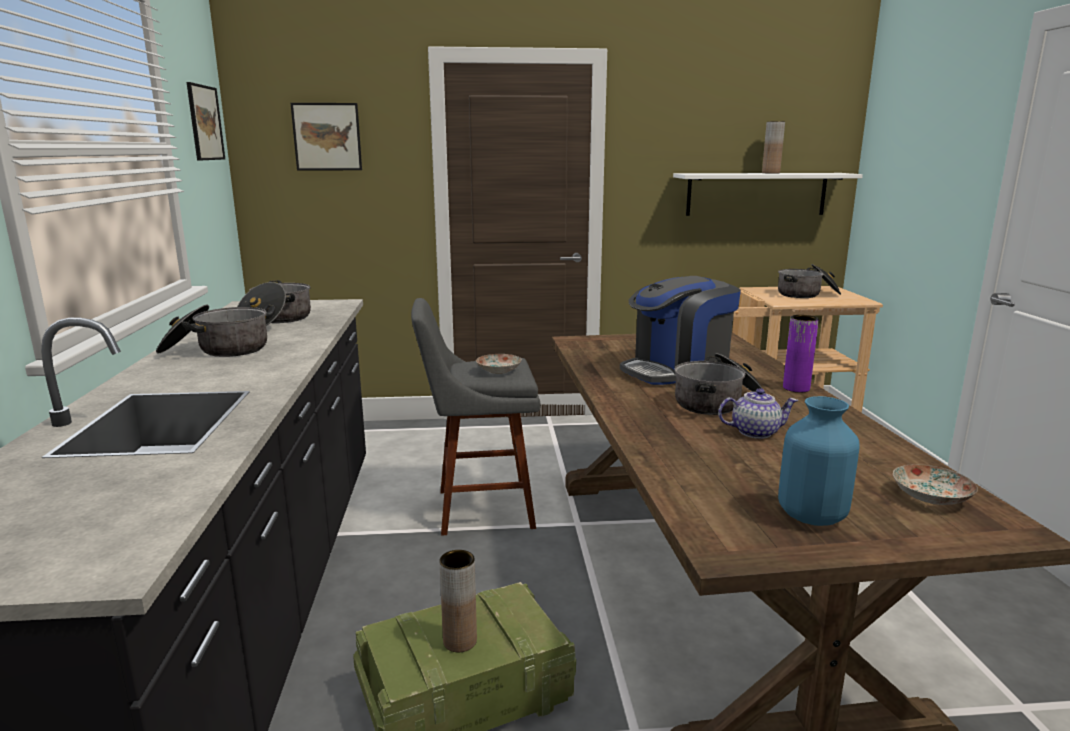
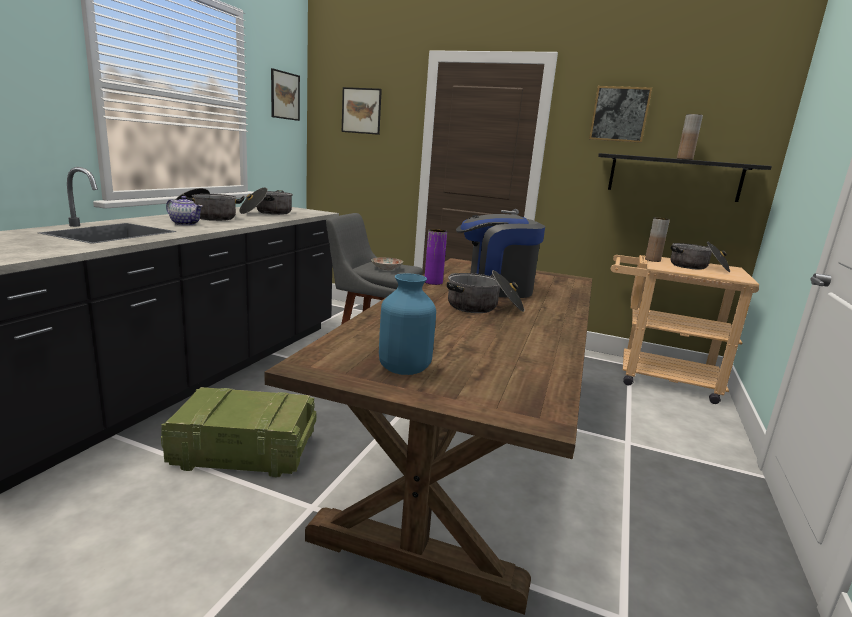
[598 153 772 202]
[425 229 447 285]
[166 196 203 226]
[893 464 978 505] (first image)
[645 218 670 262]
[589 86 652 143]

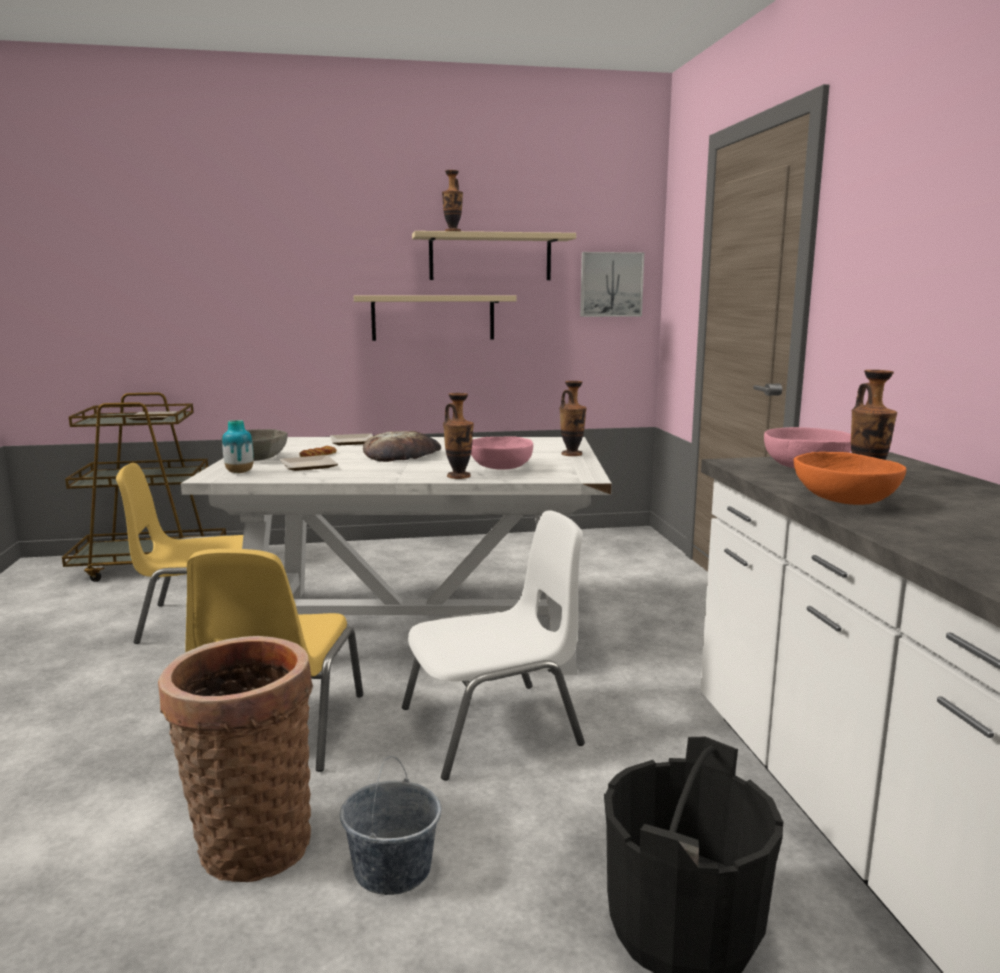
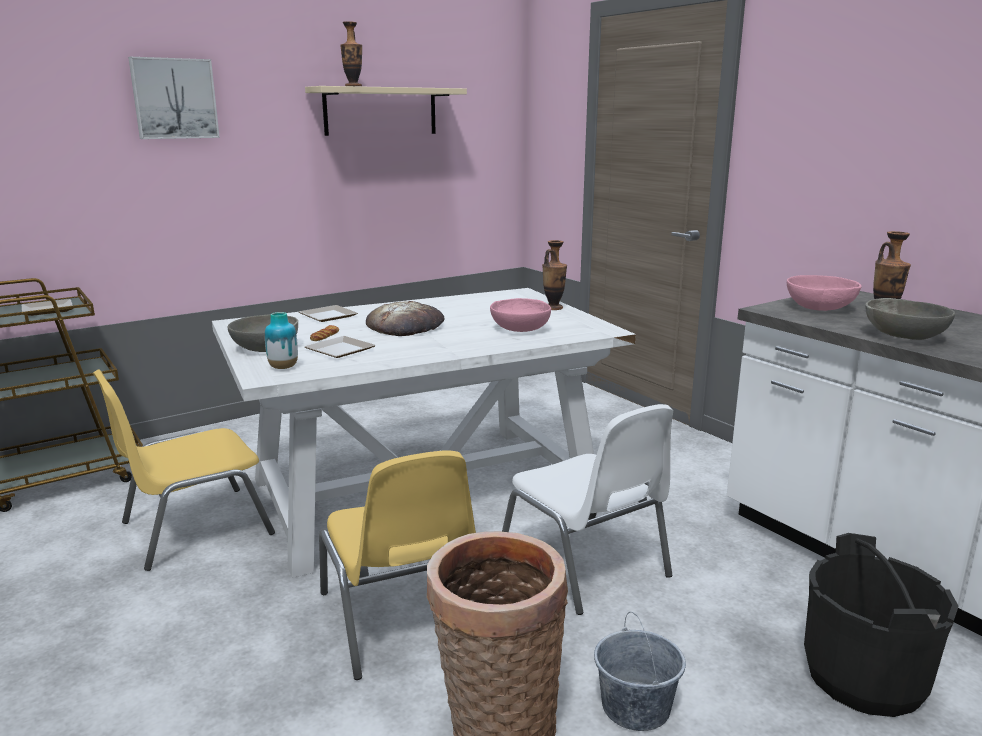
[128 57 220 139]
[354 295 517 341] (first image)
[443 393 474 479] (first image)
[865 298 955 340]
[502 404 673 615]

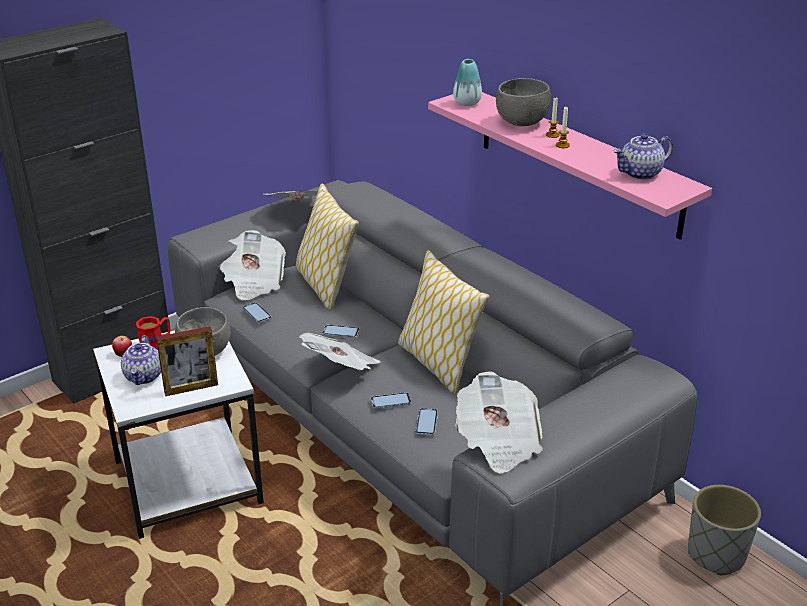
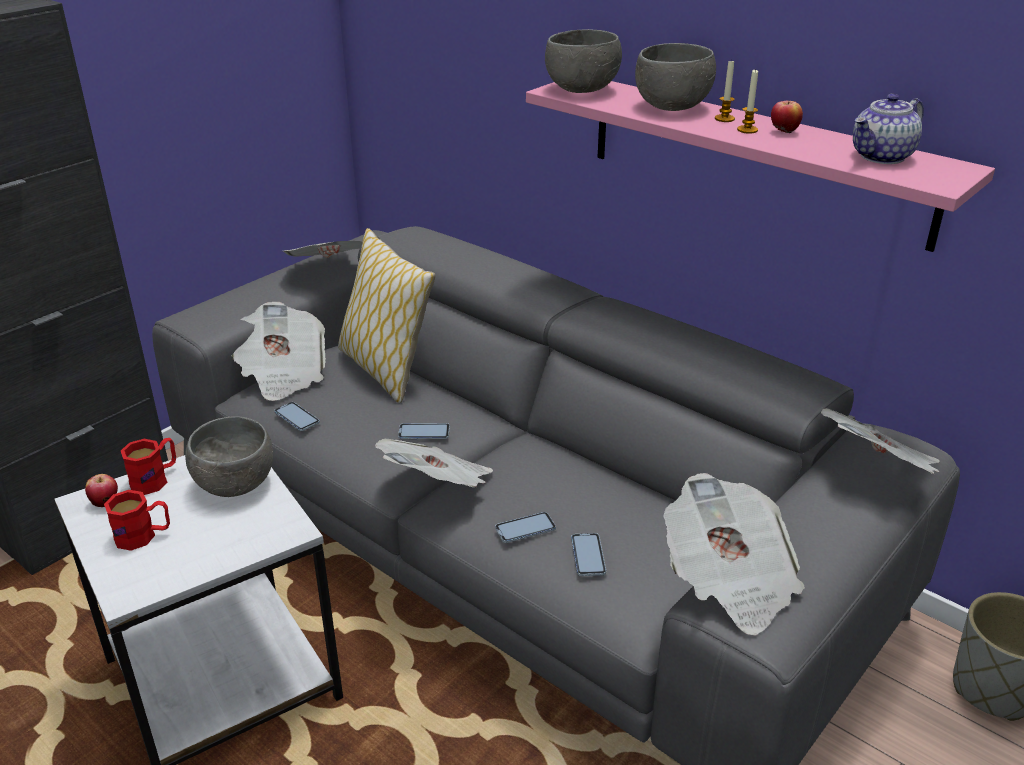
[545 29 622 93]
[398 250 489 394] (first image)
[156 326 218 396] (first image)
[104 490 170 551]
[771 101 803 133]
[821 408 940 474]

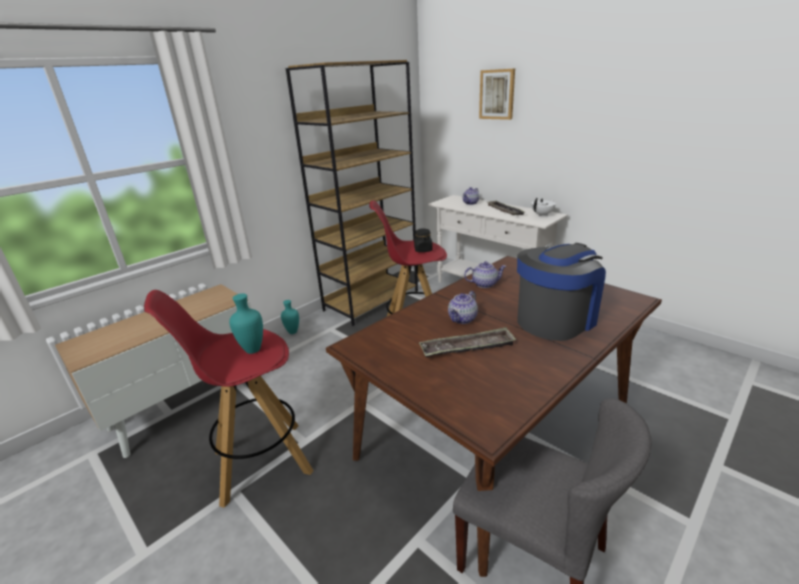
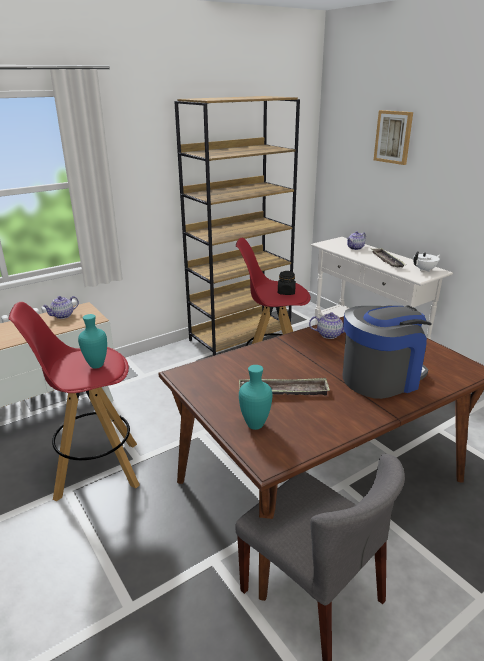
[42 296 79 319]
[239 365 273 430]

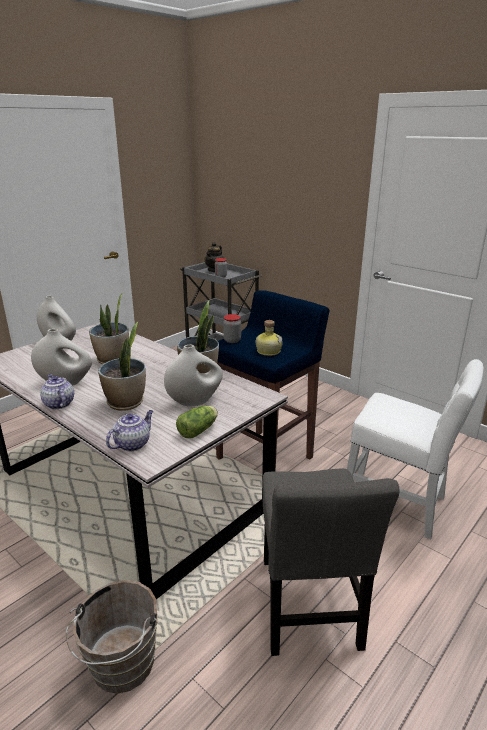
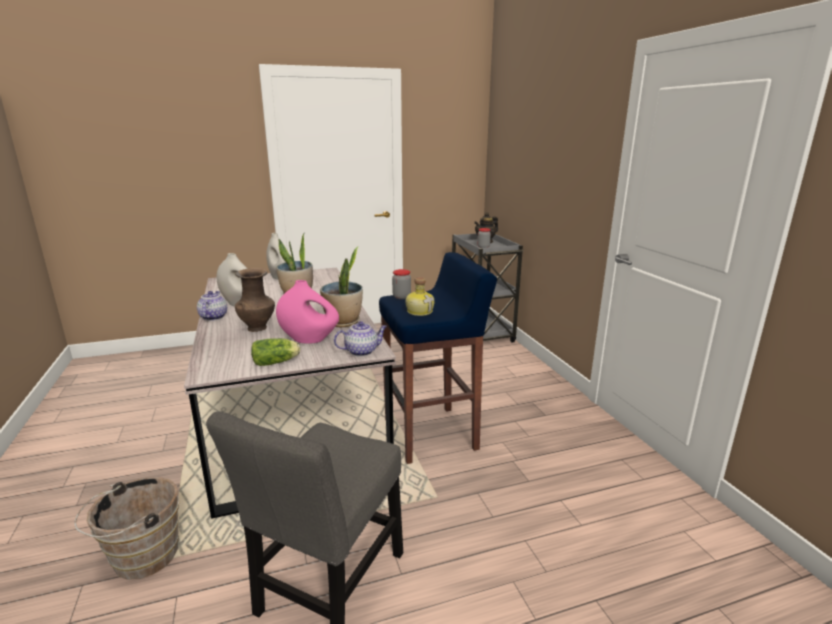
[235 268 275 332]
[276 280 339 344]
[347 359 483 539] (first image)
[334 321 387 356]

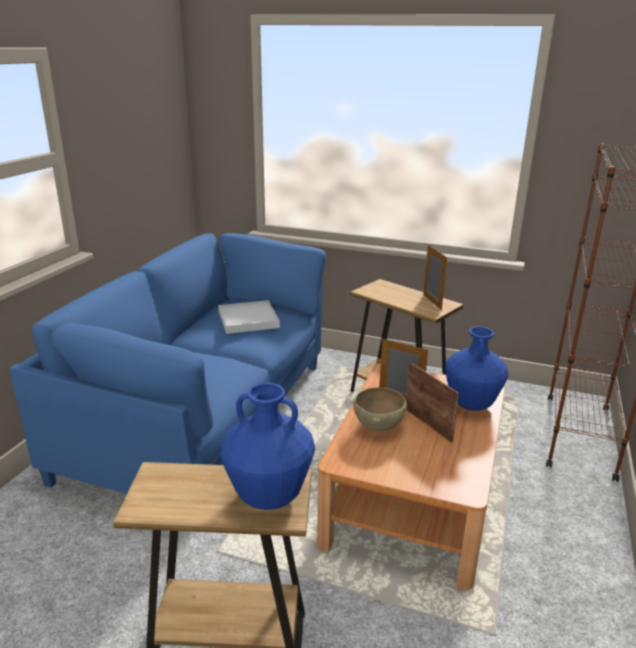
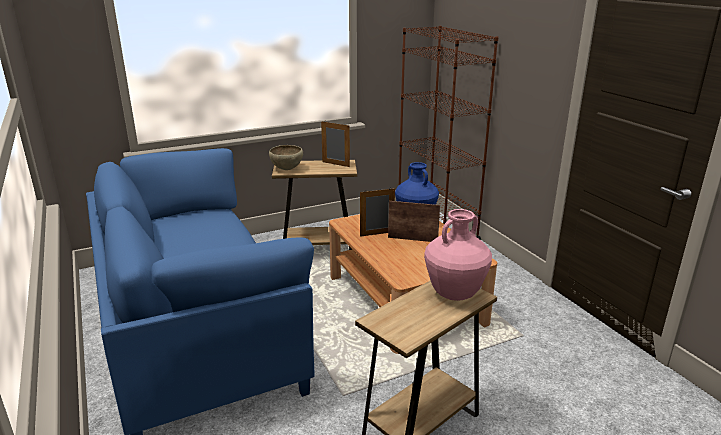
[218 300 280 334] (first image)
[424 209 492 301]
[269 145 303 170]

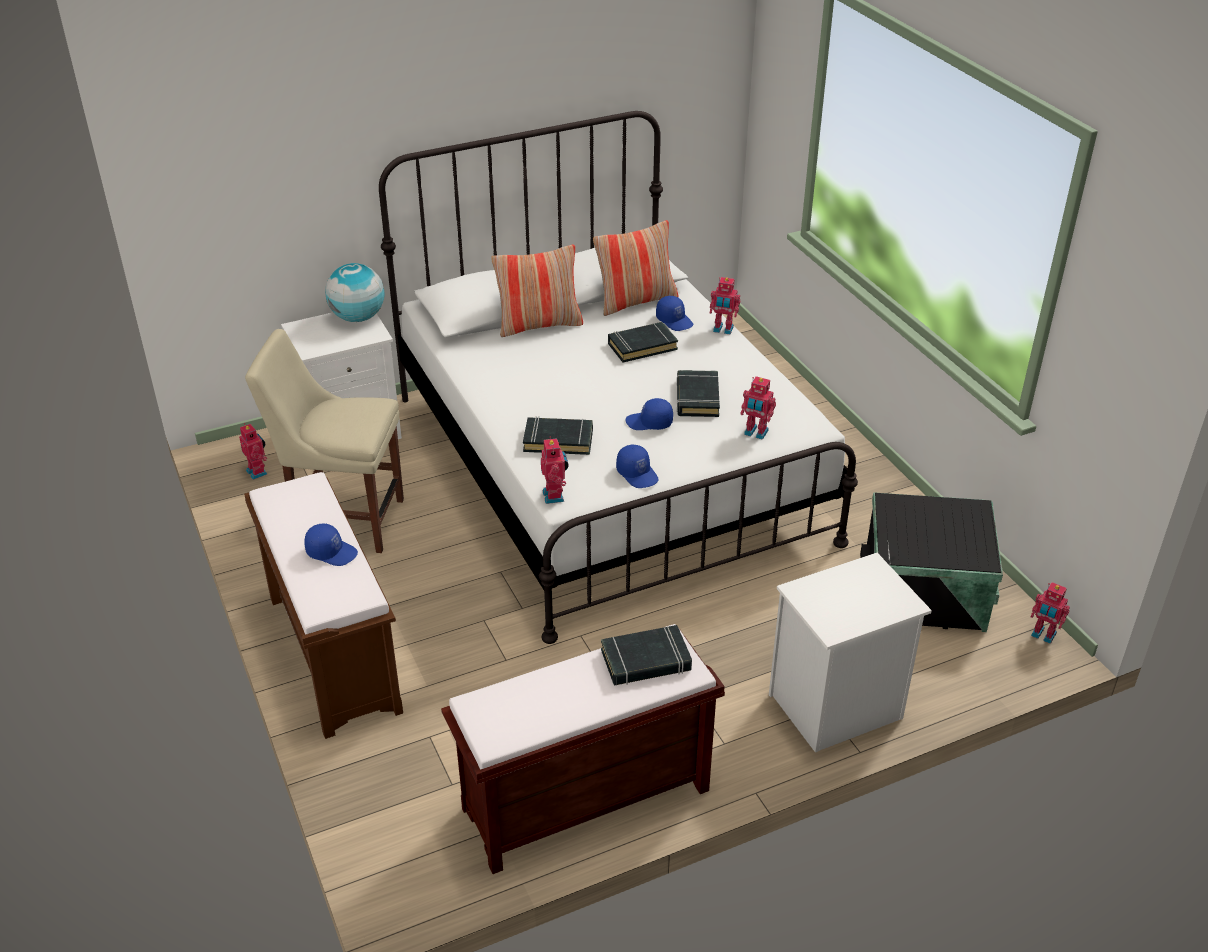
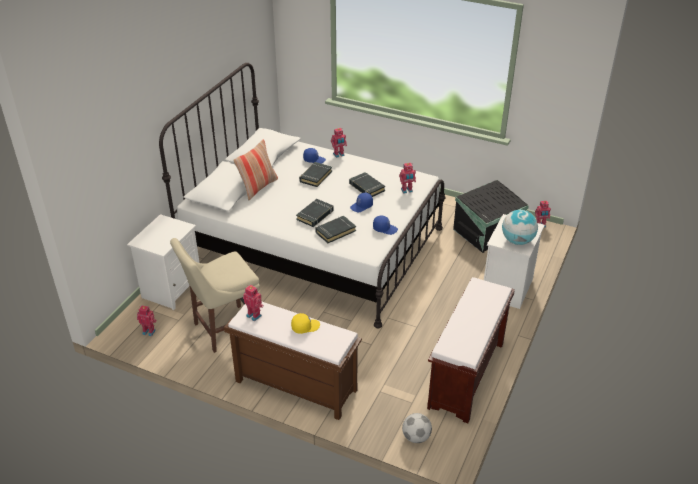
[593 220 678 316] (first image)
[502 210 538 245]
[243 285 264 321]
[291 313 320 334]
[296 199 334 227]
[402 413 432 443]

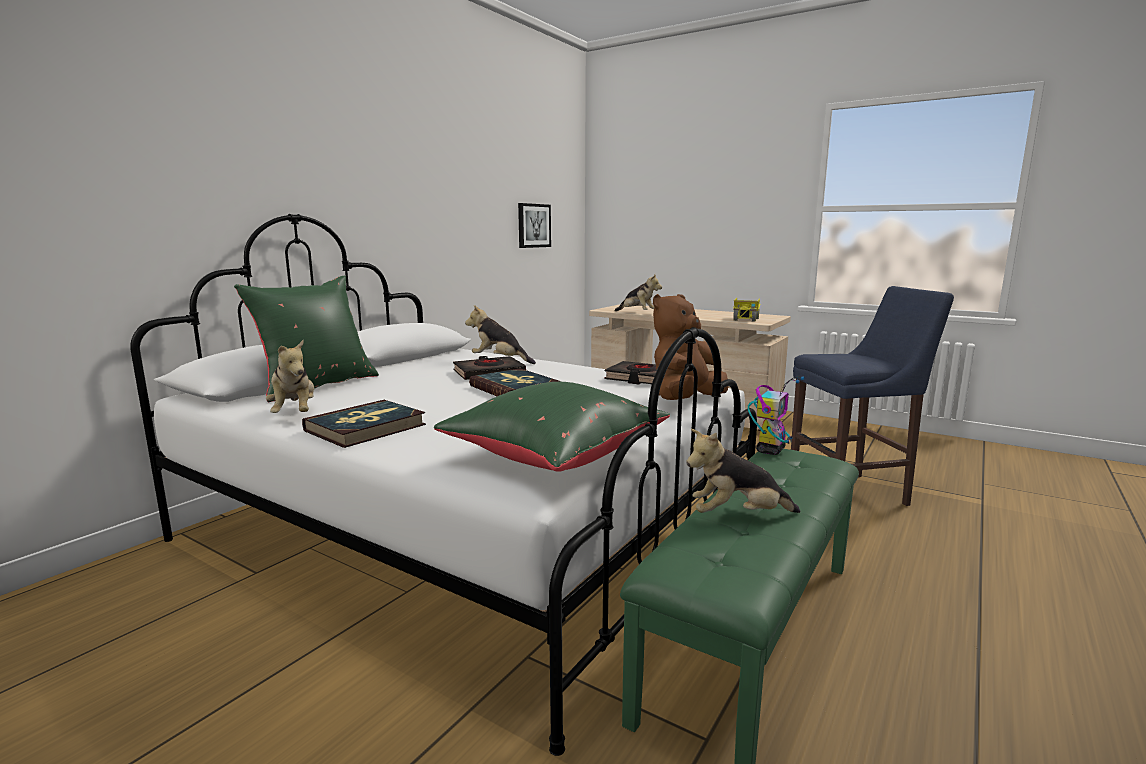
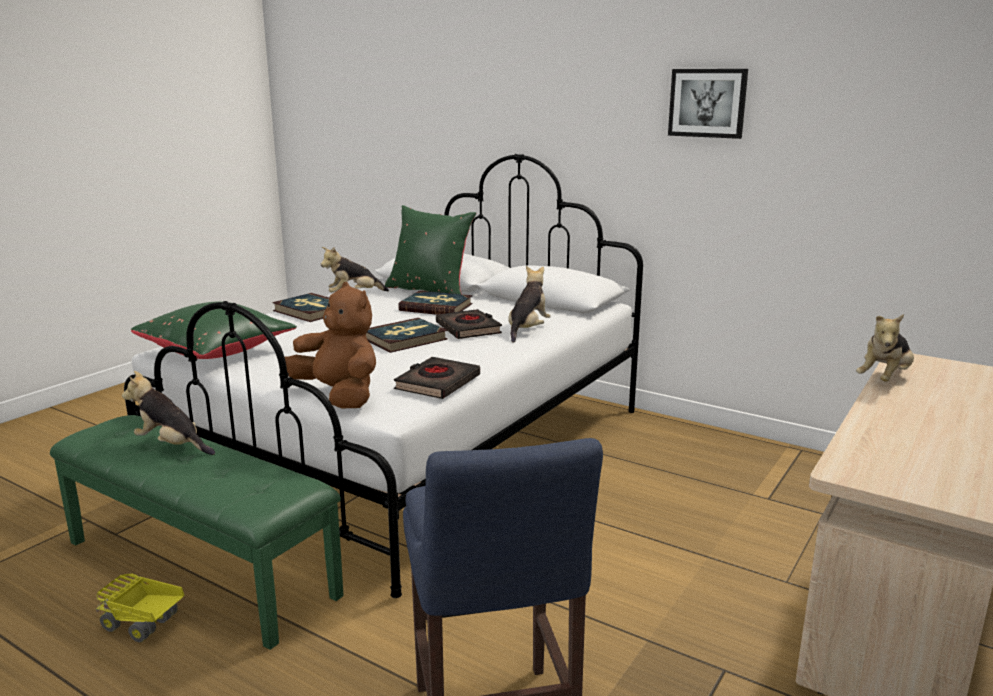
[668 69 748 139]
[96 573 184 642]
[748 376 805 455] (first image)
[122 371 215 455]
[398 291 473 315]

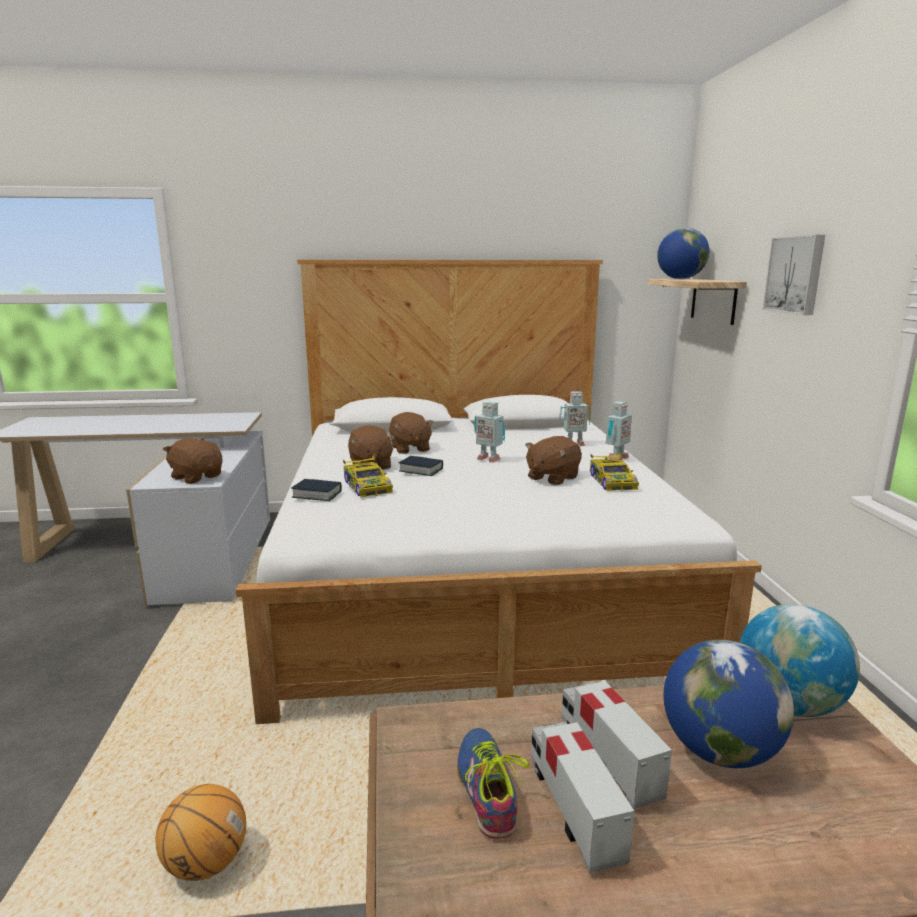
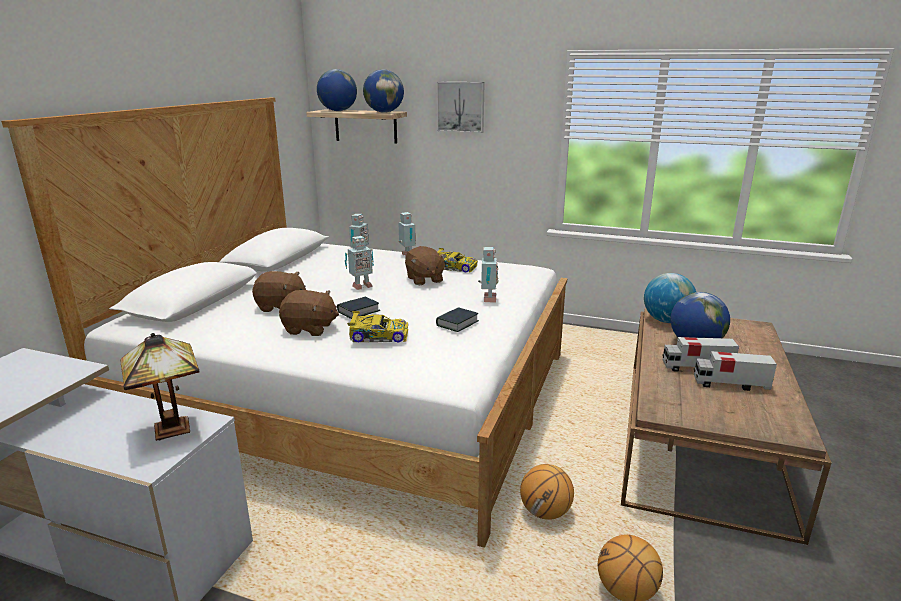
[120 333 200 441]
[436 307 479 332]
[457 728 530 839] (first image)
[363 69 404 113]
[478 247 499 303]
[520 464 574 520]

